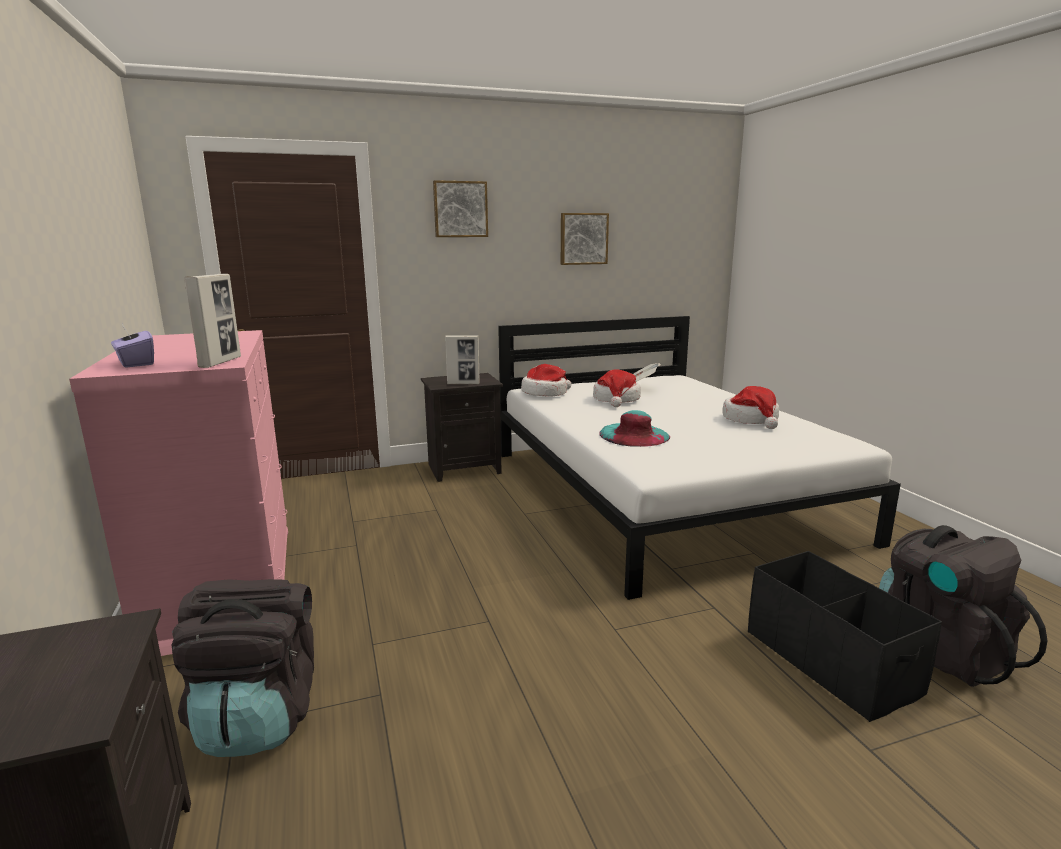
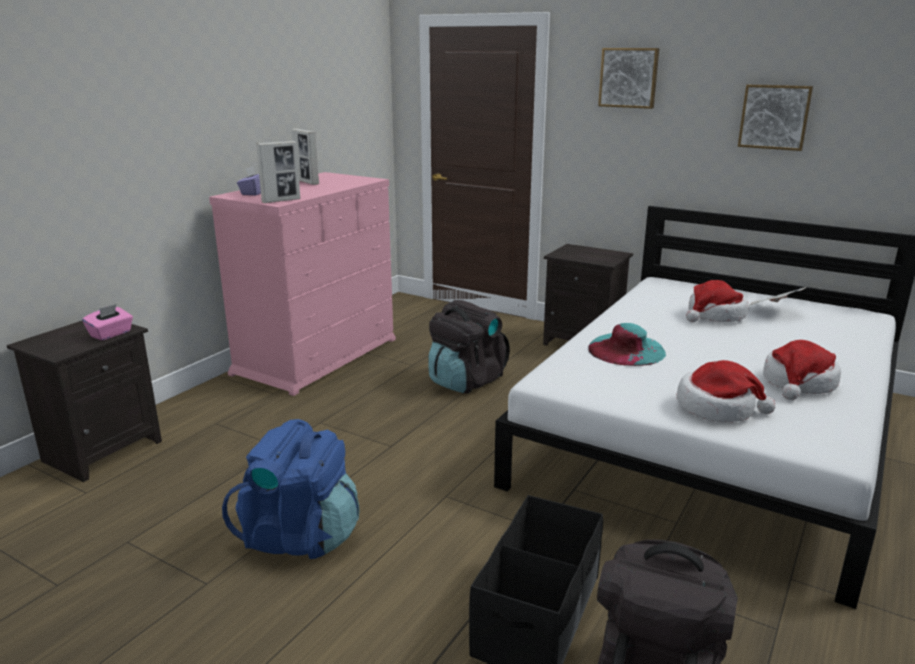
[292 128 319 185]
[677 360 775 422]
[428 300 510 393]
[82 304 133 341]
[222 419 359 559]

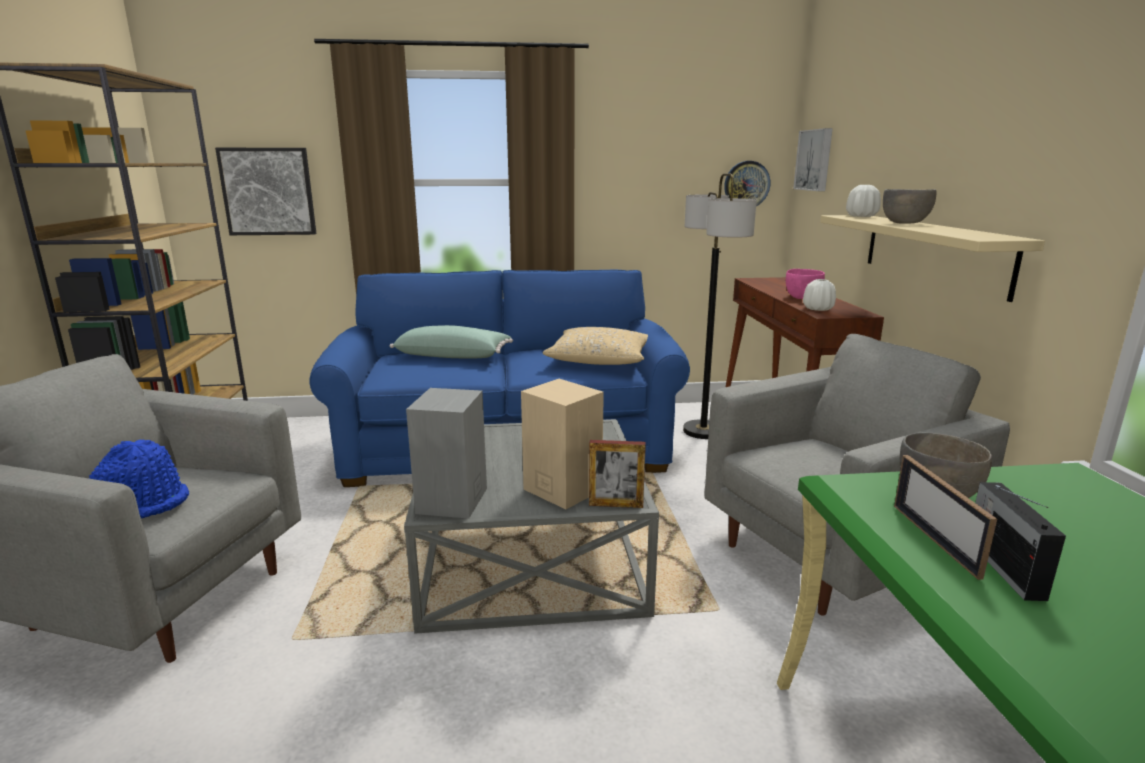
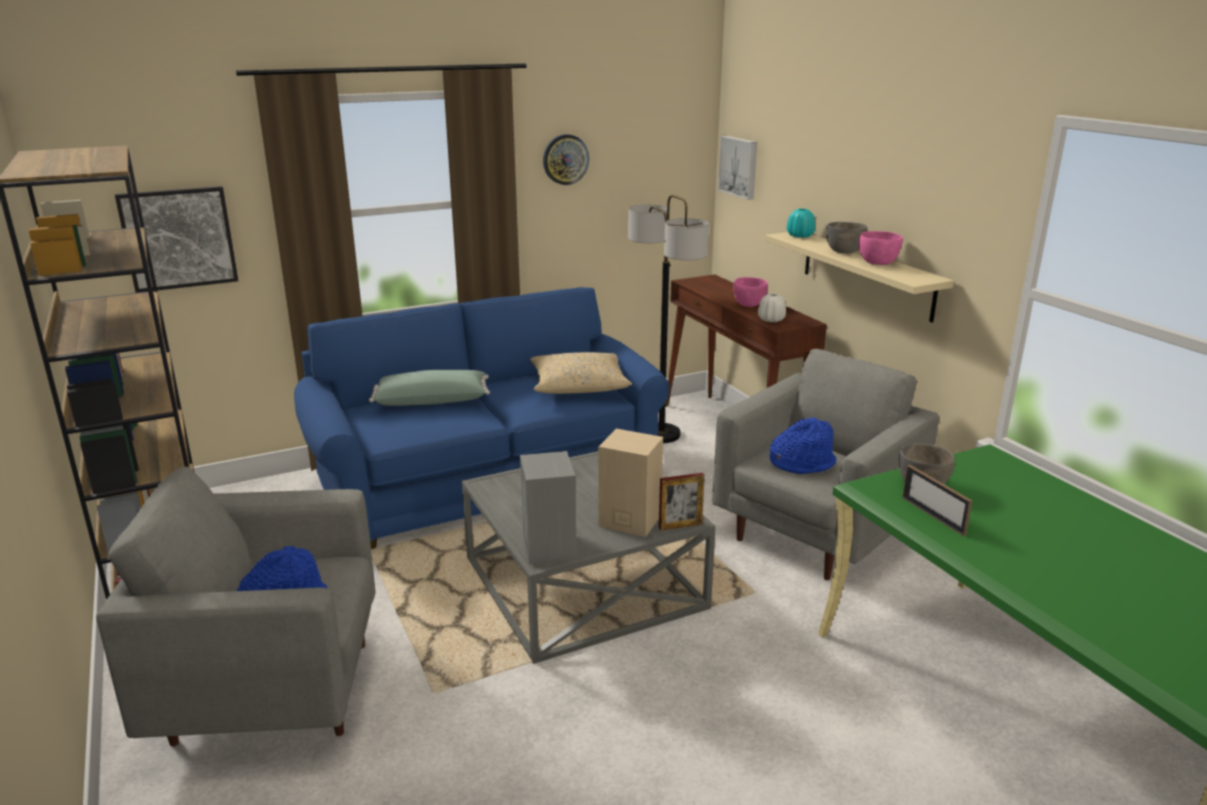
[543 134 589 185]
[787 209 815 238]
[975 482 1066 601] (first image)
[859 231 903 265]
[770 417 836 474]

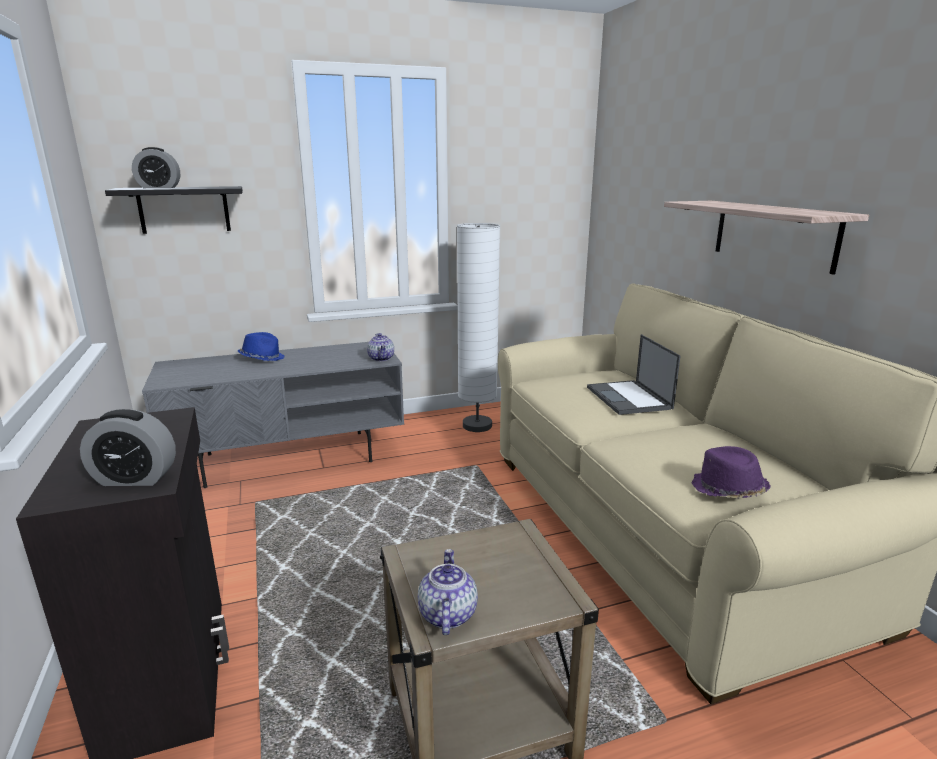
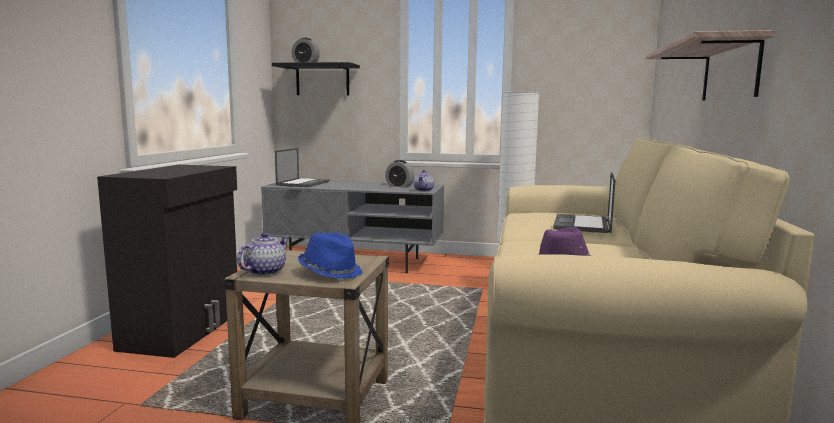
[298 233 363 279]
[385 160 414 188]
[275 148 329 187]

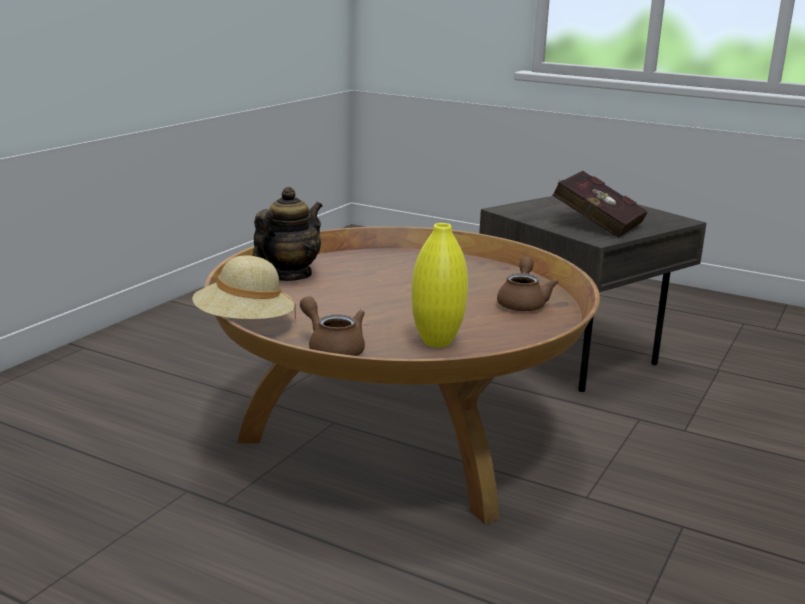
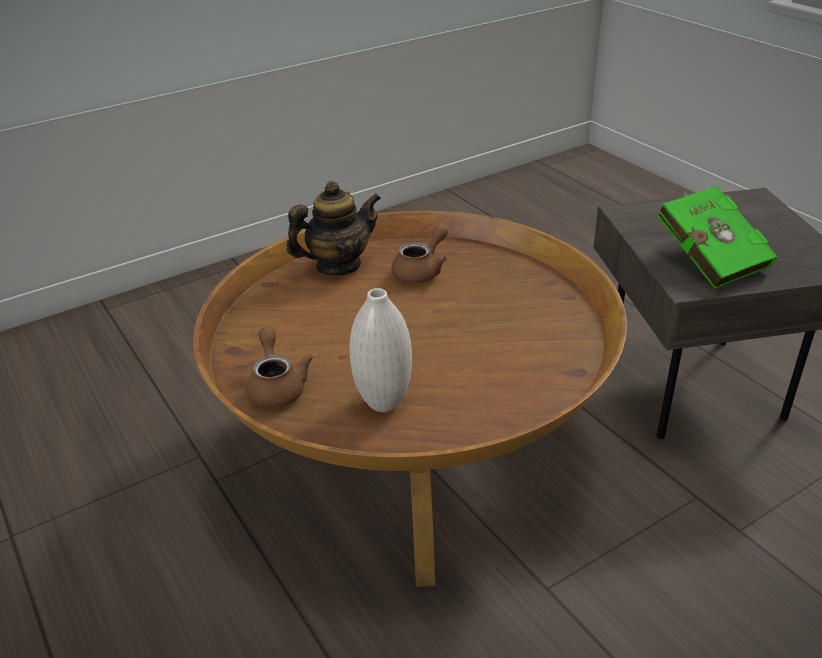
[657 186 778 289]
[349 288 412 412]
[192 255 296 319] (first image)
[391 225 448 284]

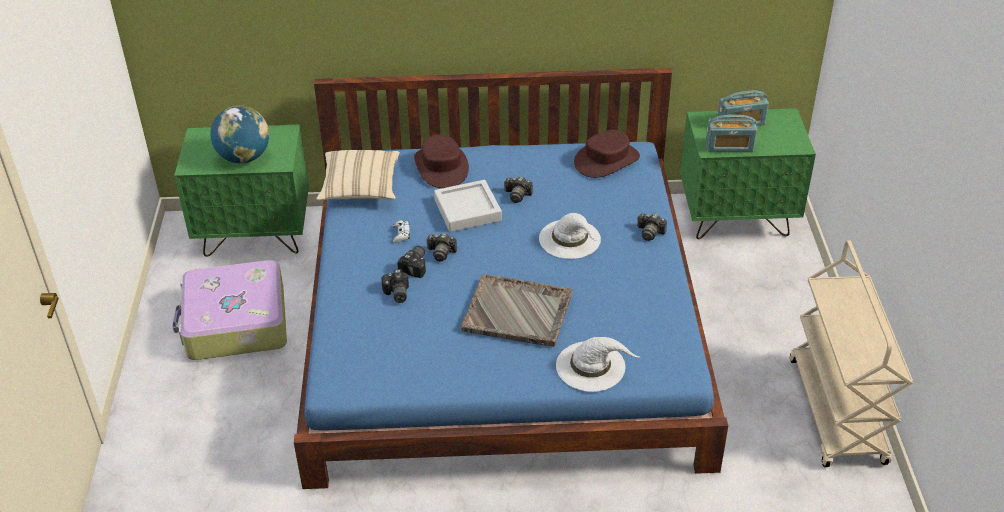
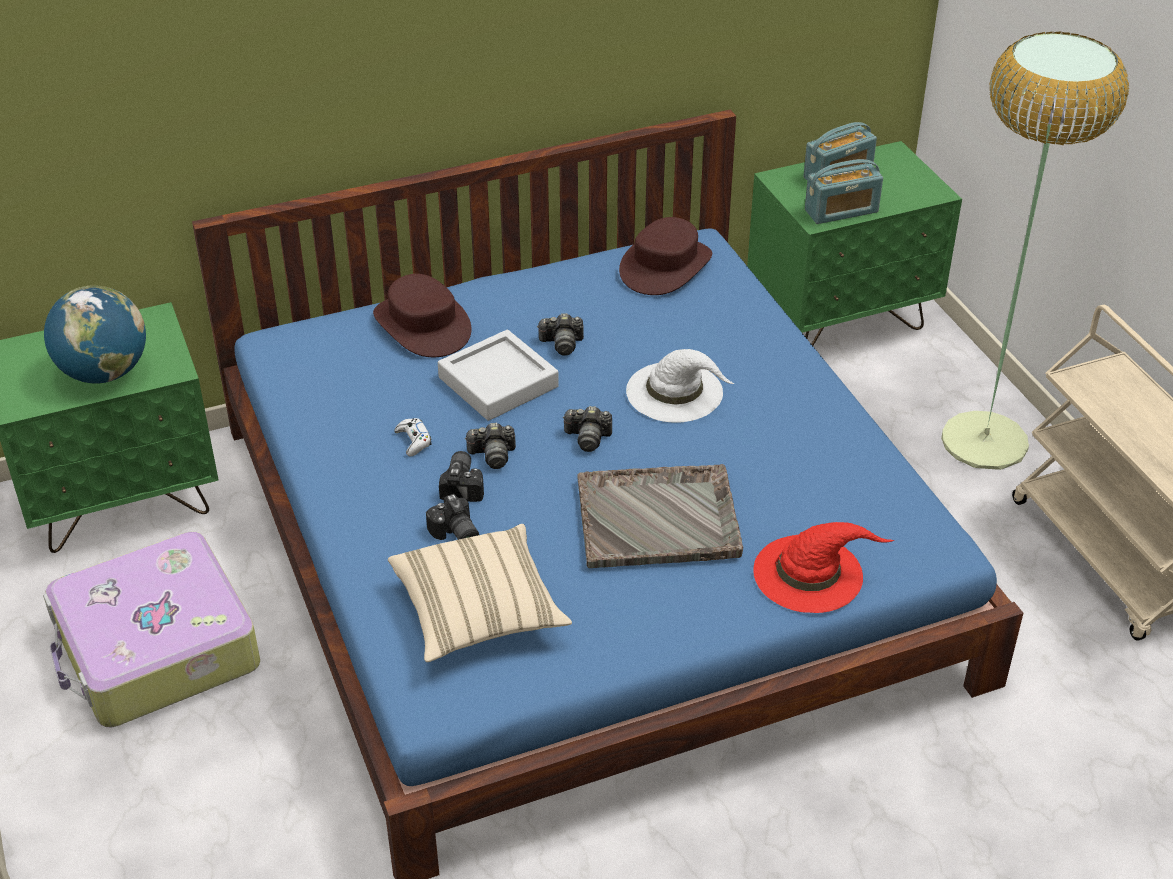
[388 524 572 662]
[562 406 612 452]
[753 522 894 613]
[941 31 1129 470]

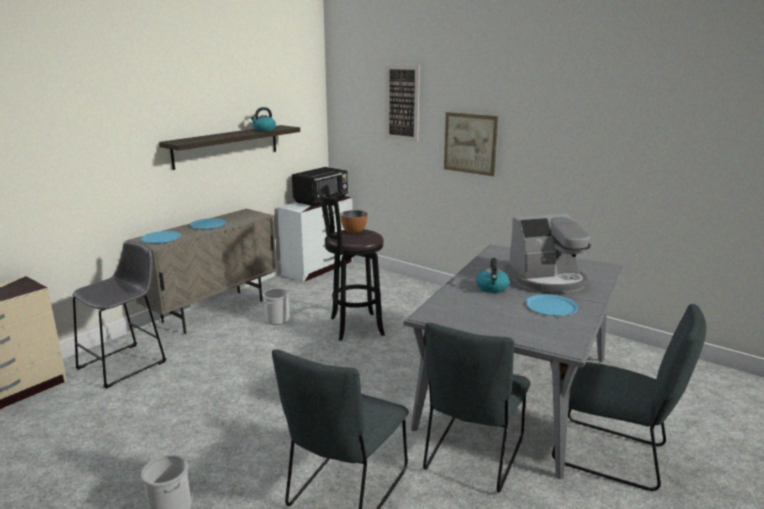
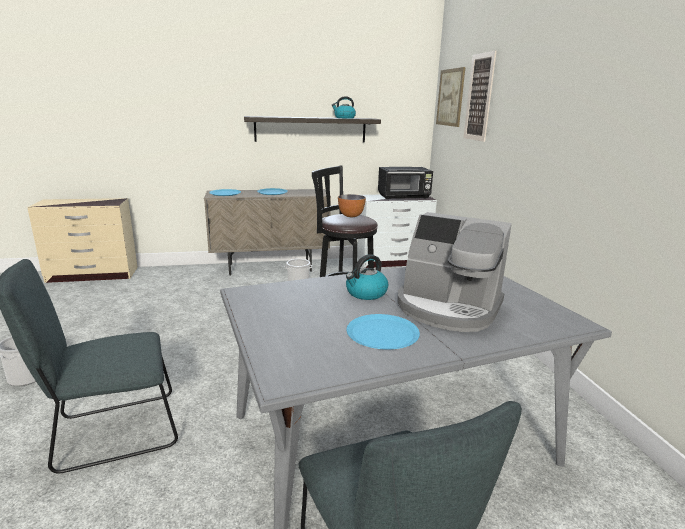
[436 67 465 127]
[73 241 166 389] (first image)
[423 323 530 492] (first image)

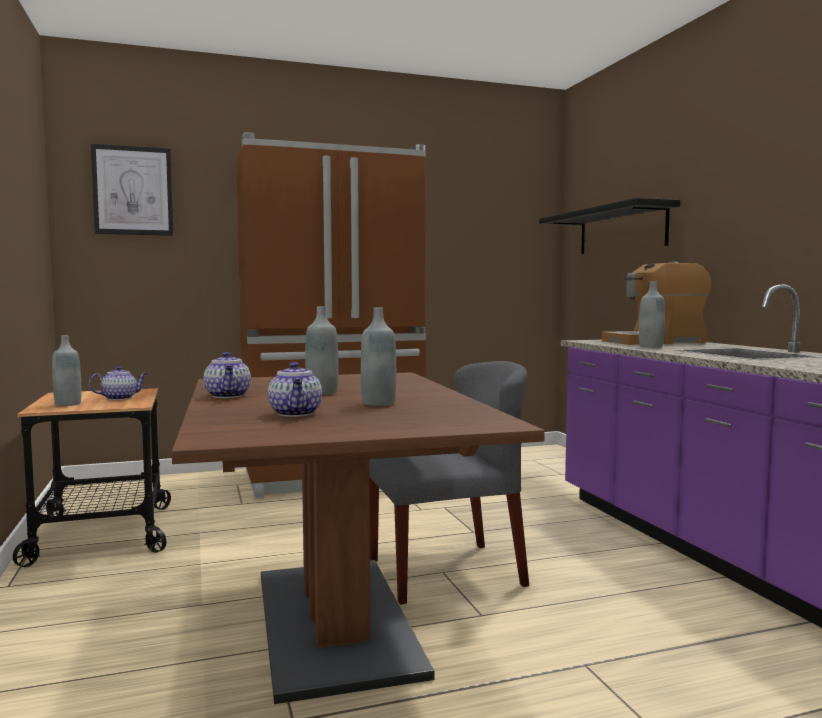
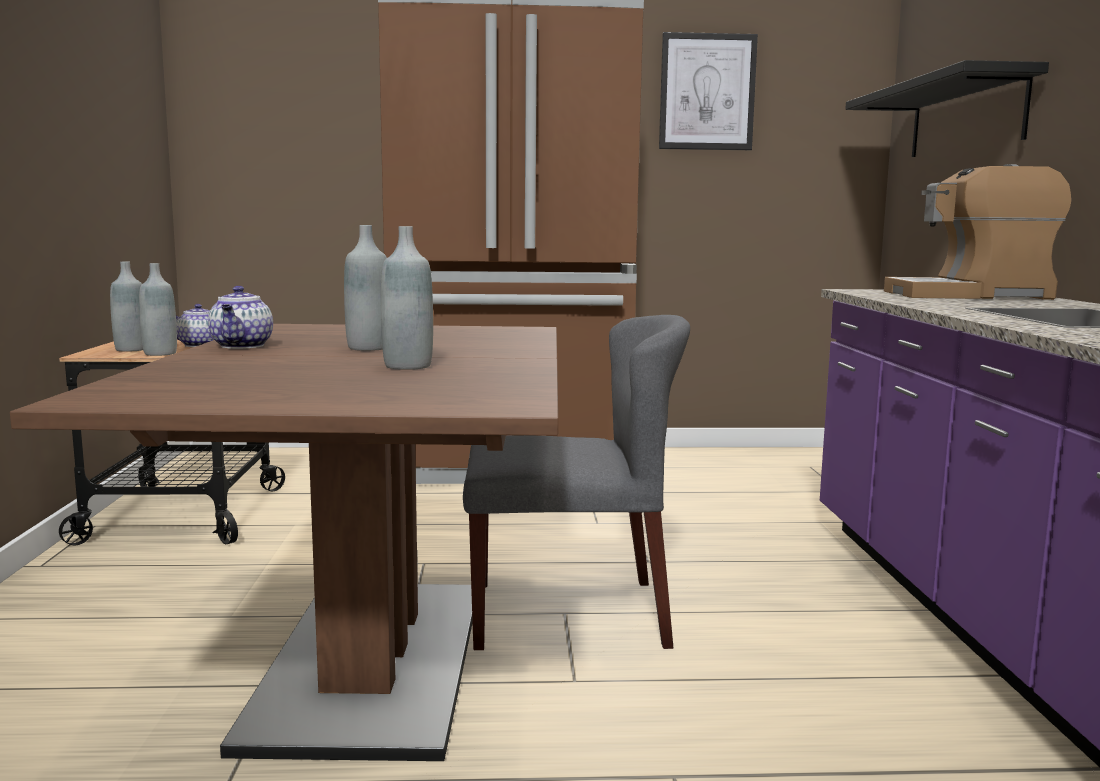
[659 32 758 150]
[139 263 177 356]
[268 362 322 417] (first image)

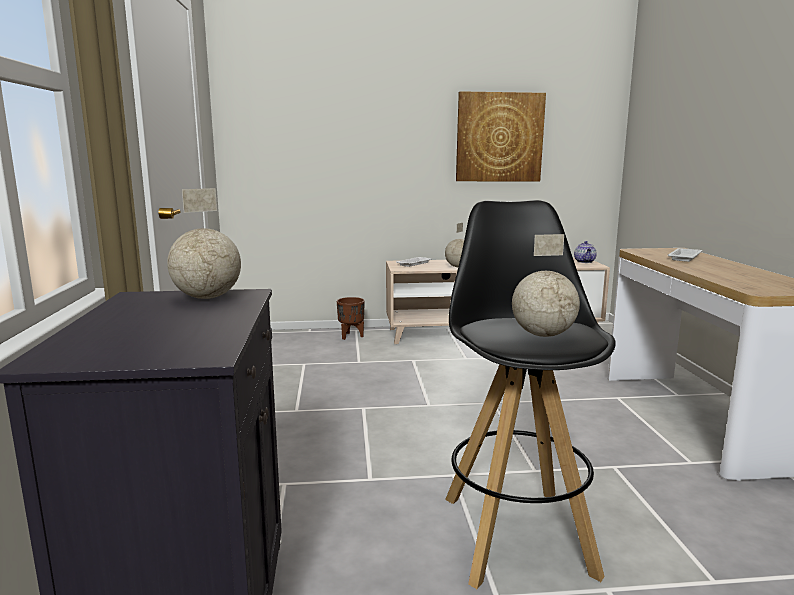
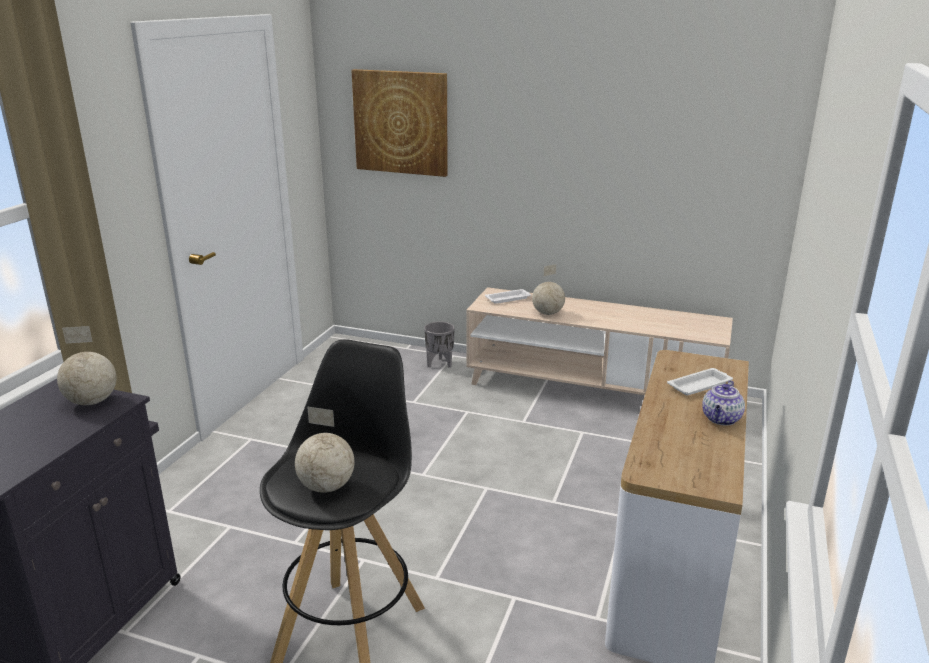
[351 69 448 177]
[702 380 745 426]
[424 322 455 368]

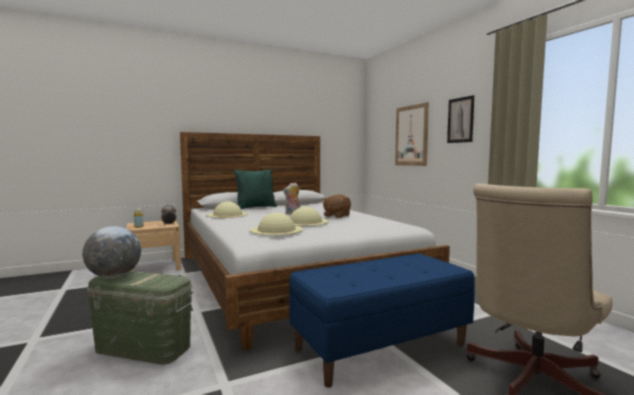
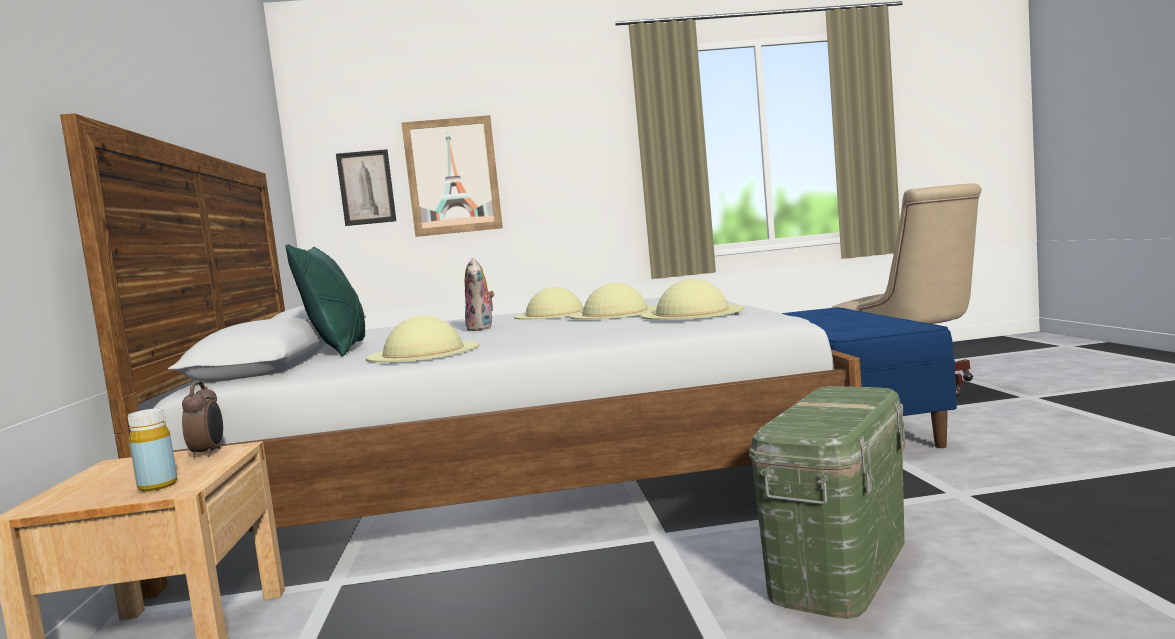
[336 149 396 226]
[514 287 584 320]
[83 226 141 278] (first image)

